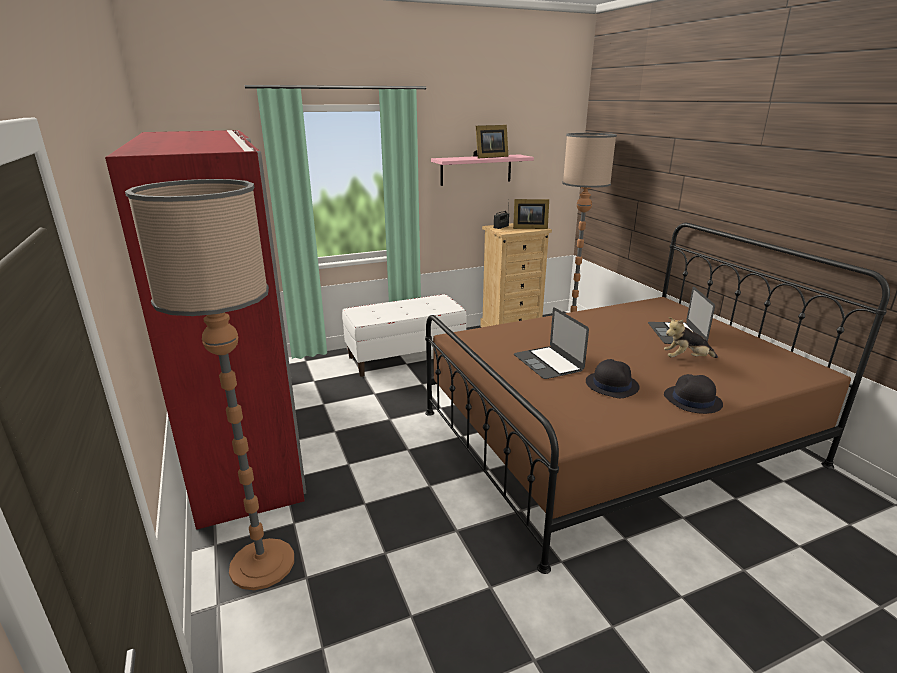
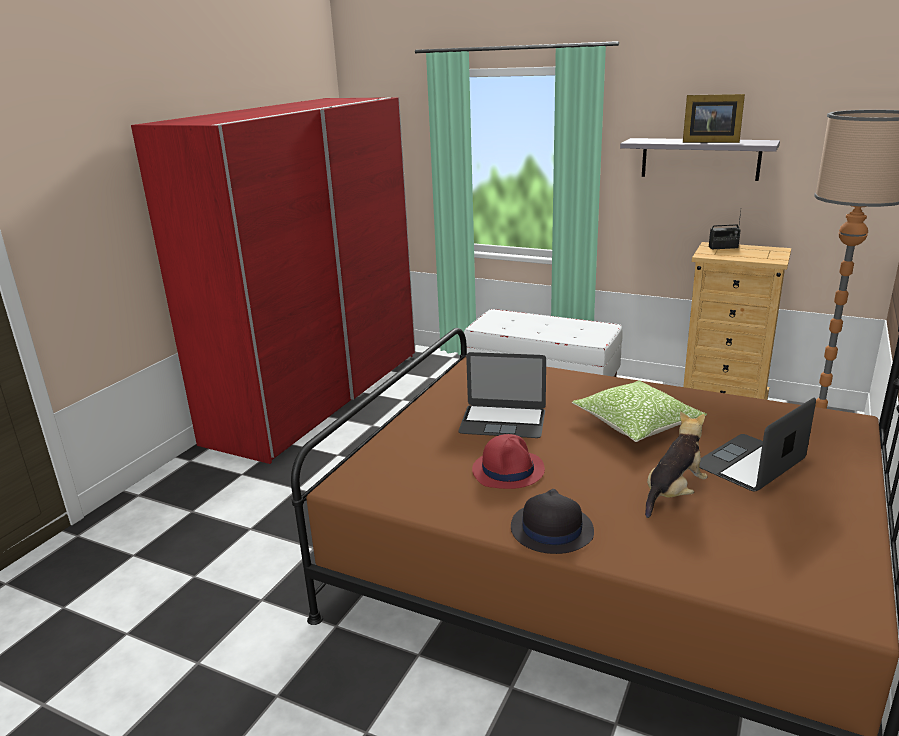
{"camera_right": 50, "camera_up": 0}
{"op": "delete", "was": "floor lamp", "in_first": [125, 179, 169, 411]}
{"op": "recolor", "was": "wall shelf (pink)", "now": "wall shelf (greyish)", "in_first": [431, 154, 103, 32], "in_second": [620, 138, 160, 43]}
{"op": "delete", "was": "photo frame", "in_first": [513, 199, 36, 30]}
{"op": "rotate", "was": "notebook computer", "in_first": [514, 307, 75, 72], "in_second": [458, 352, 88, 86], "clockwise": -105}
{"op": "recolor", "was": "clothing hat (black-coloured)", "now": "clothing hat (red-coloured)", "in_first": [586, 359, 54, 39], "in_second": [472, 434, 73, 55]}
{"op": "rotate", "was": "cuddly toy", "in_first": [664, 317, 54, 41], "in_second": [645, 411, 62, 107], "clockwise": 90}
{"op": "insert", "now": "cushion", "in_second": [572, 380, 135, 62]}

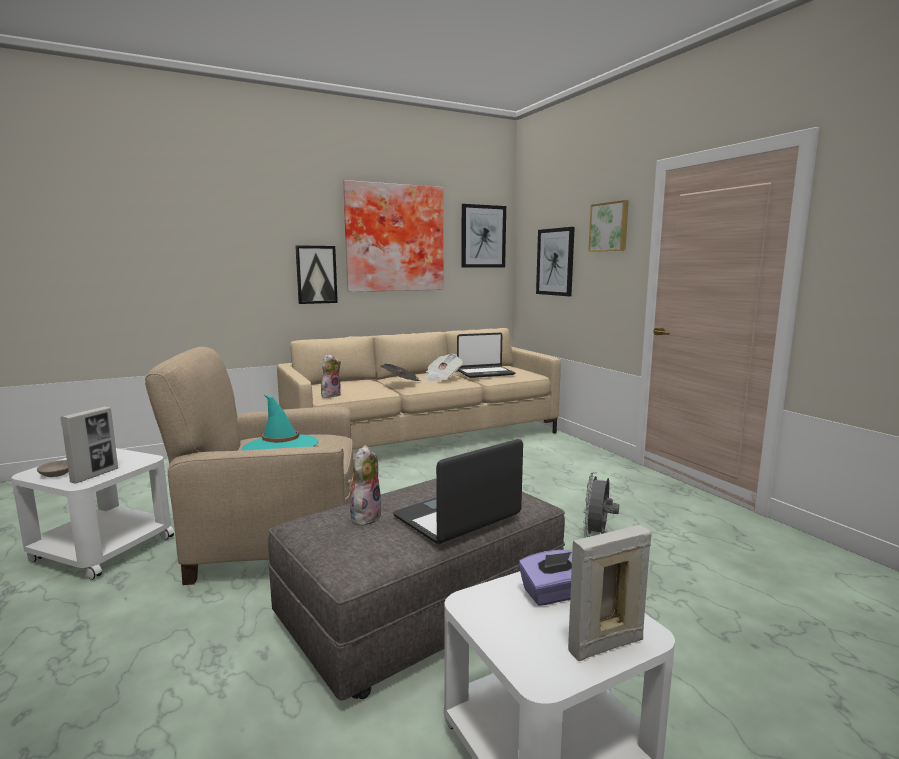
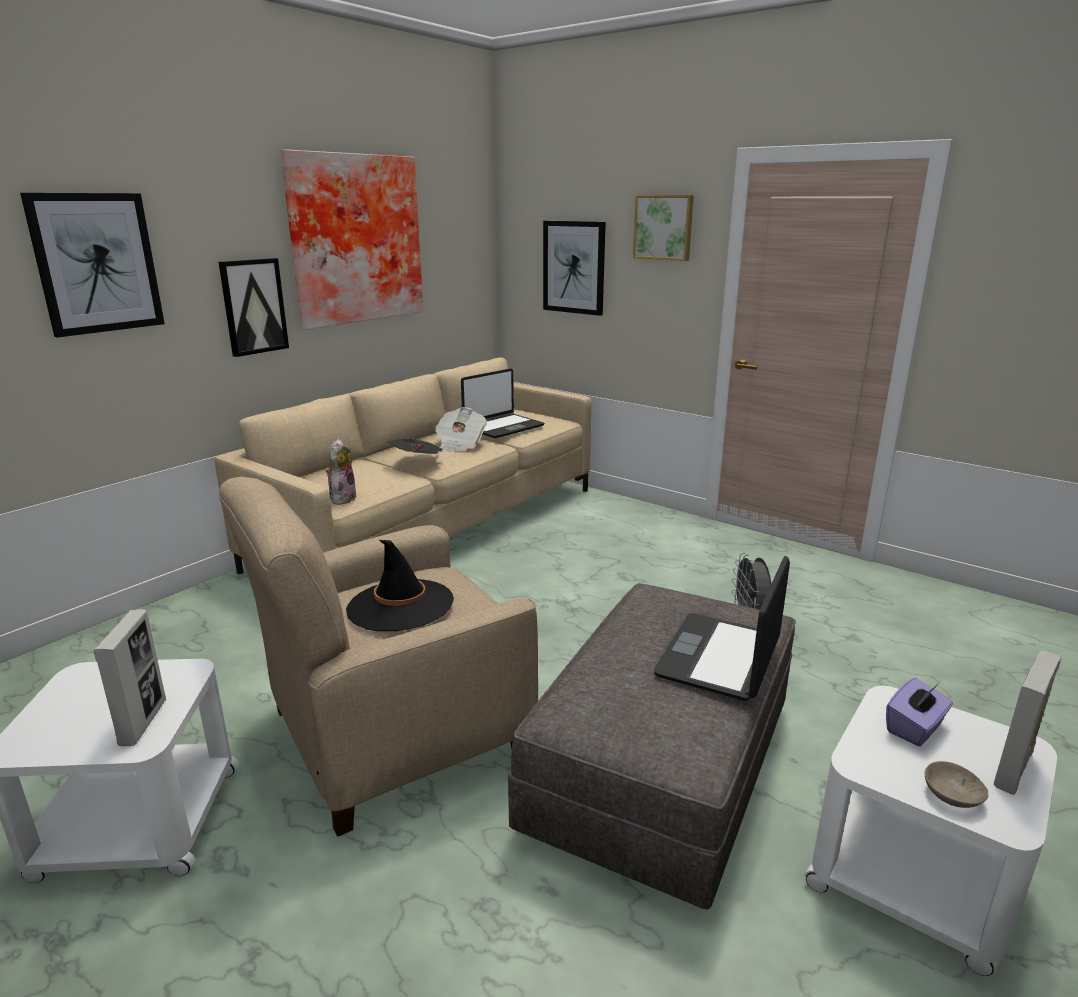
{"camera_right": -25, "camera_up": 10}
{"op": "move", "was": "serving bowl (sand-coloured)", "in_first": [37, 460, 32, 17], "in_second": [925, 761, 64, 47]}
{"op": "recolor", "was": "clothing hat (turquoise)", "now": "clothing hat (black-coloured)", "in_first": [242, 394, 77, 56], "in_second": [346, 540, 108, 91]}
{"op": "delete", "was": "cuddly toy", "in_first": [347, 445, 35, 81]}
{"op": "move", "was": "picture", "in_first": [461, 204, 45, 64], "in_second": [20, 193, 145, 145]}

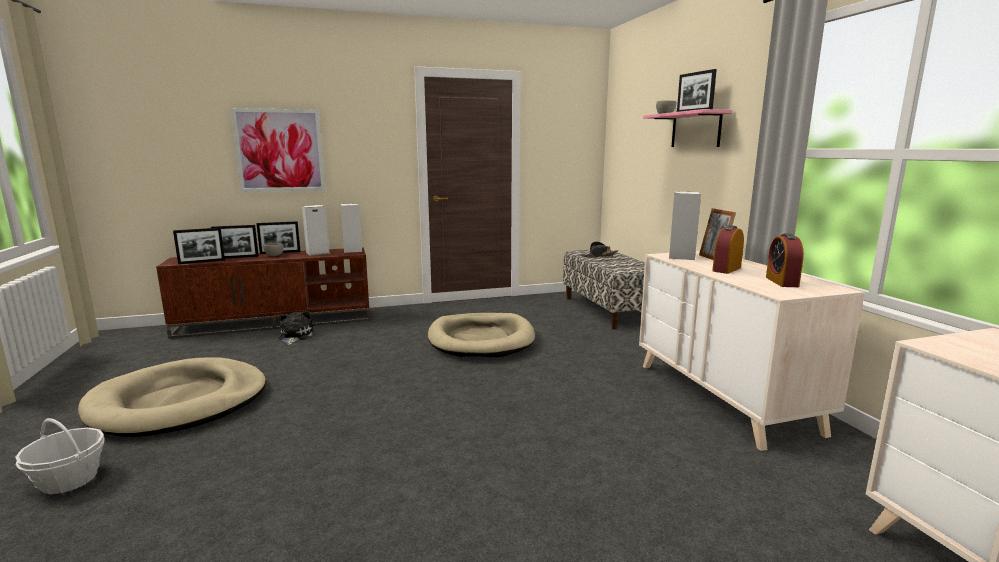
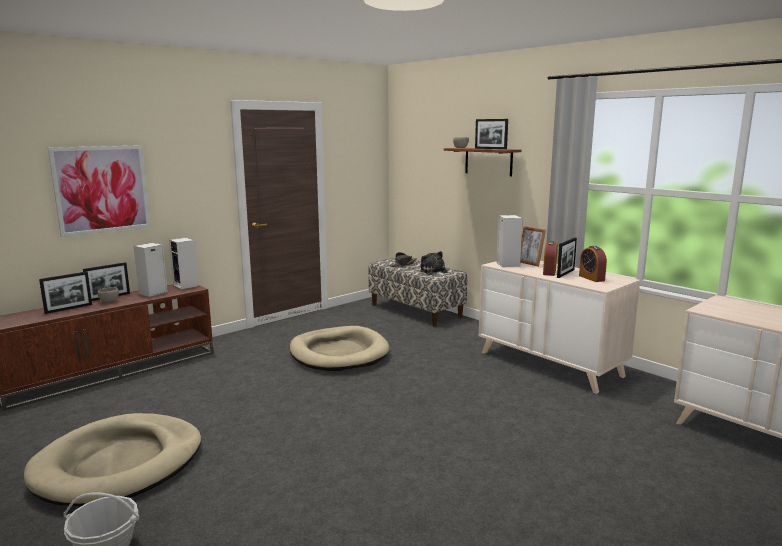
{"camera_right": -25, "camera_up": 0}
{"op": "move", "was": "photo frame", "in_first": [173, 228, 52, 36], "in_second": [557, 238, 20, 40]}
{"op": "move", "was": "cuddly toy", "in_first": [279, 311, 35, 34], "in_second": [420, 251, 27, 25]}
{"op": "recolor", "was": "wall shelf (pink)", "now": "wall shelf (brown-coloured)", "in_first": [643, 109, 89, 38], "in_second": [444, 148, 77, 28]}

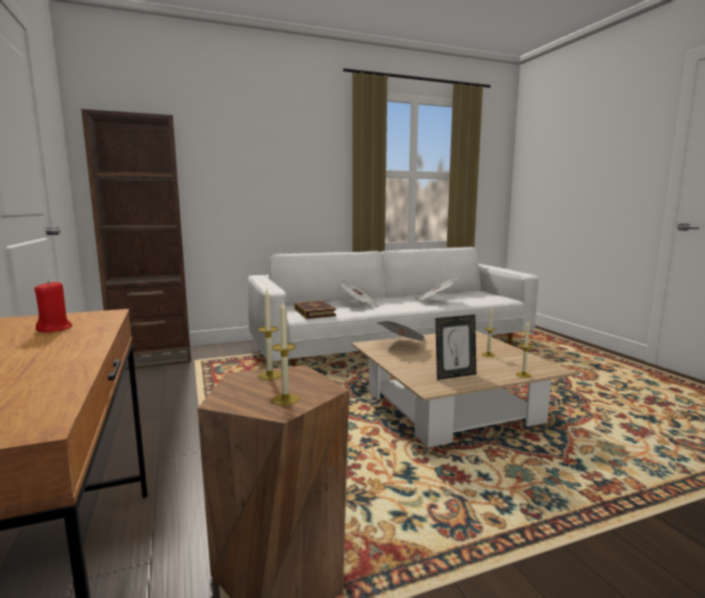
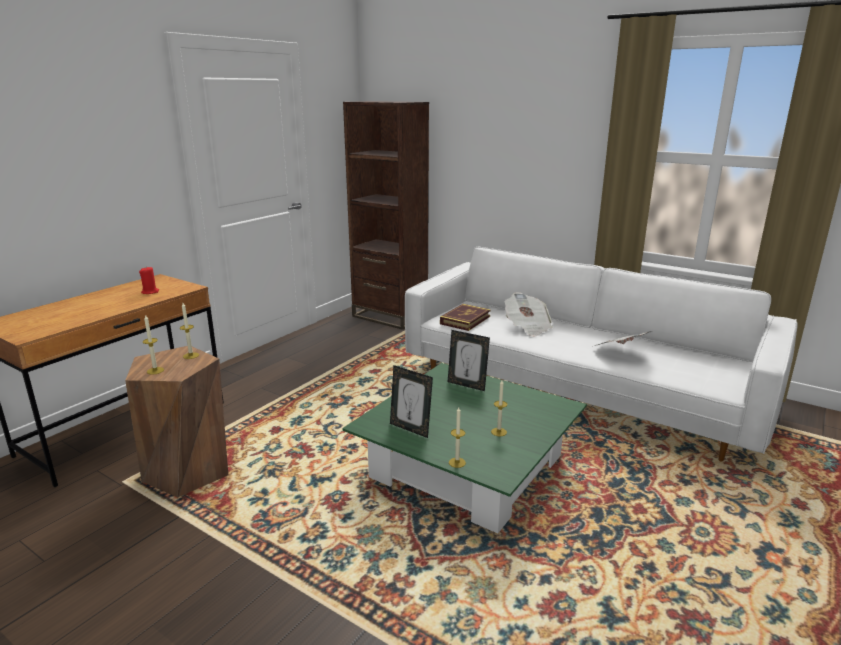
{"camera_right": 55, "camera_up": 10}
{"op": "recolor", "was": "lounge table (sand-coloured)", "now": "lounge table (green)", "in_first": [352, 331, 225, 117], "in_second": [342, 363, 245, 170]}
{"op": "replace", "was": "printed paper", "now": "photo frame", "in_first": [377, 321, 50, 20], "in_second": [448, 330, 42, 61]}

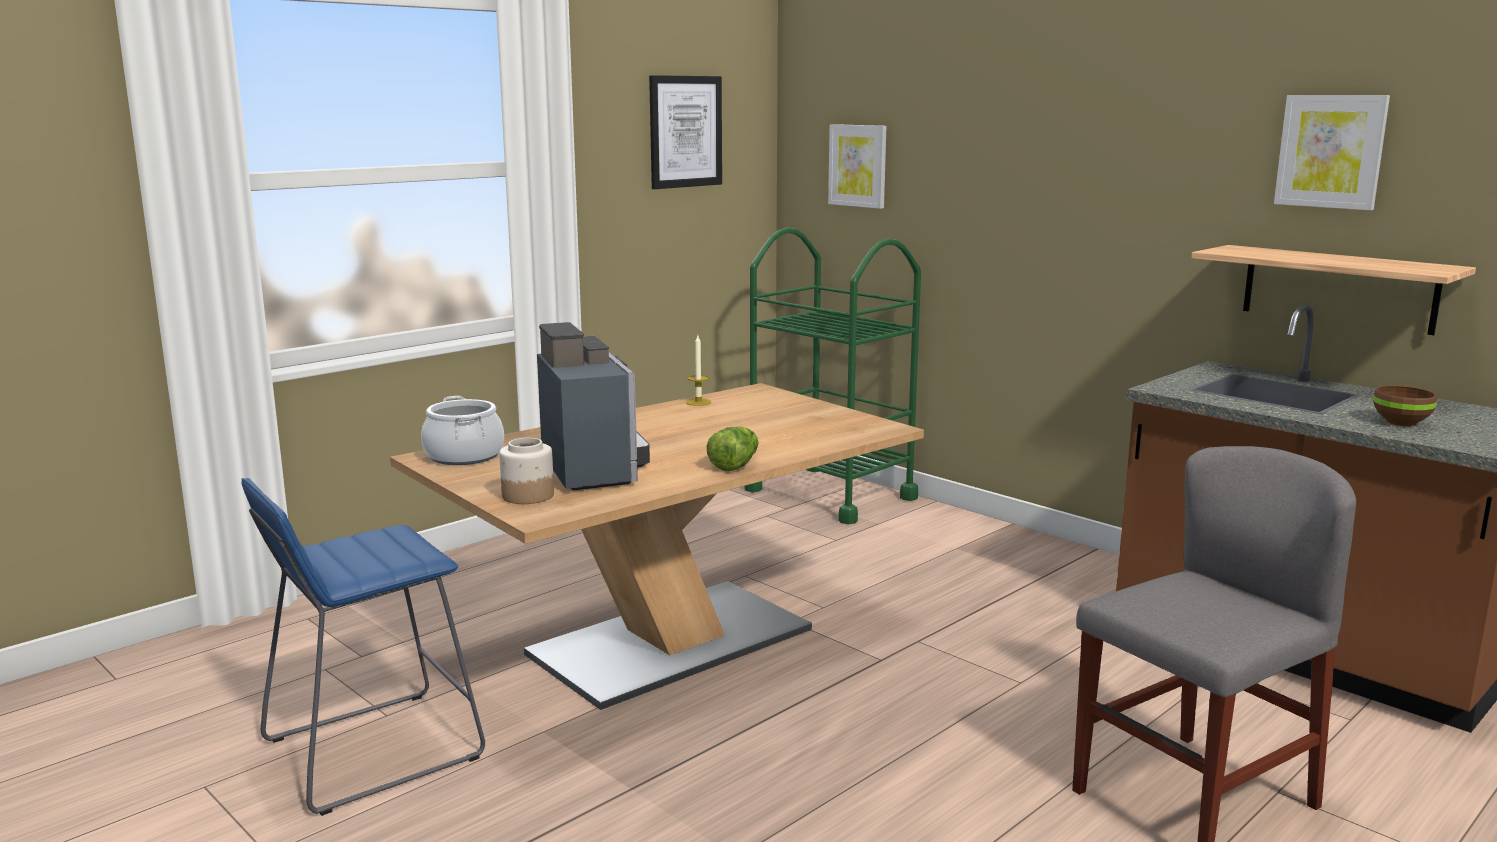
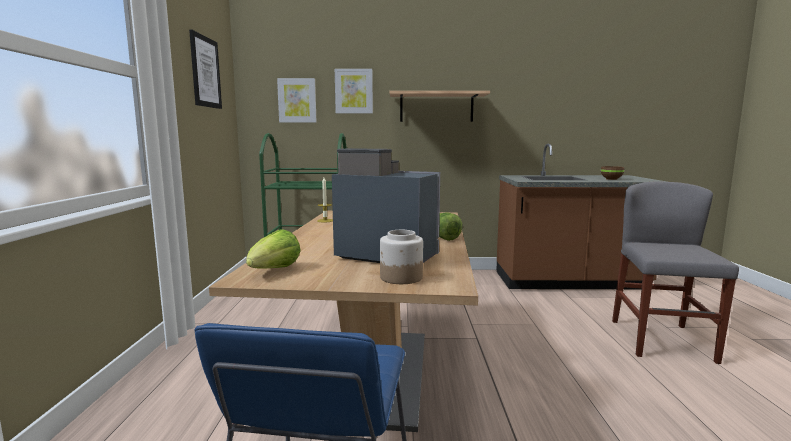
{"camera_right": -45, "camera_up": -5}
{"op": "replace", "was": "stockpot", "now": "head of lettuce", "in_first": [421, 396, 83, 69], "in_second": [246, 229, 55, 40]}
{"op": "move", "was": "wall shelf", "in_first": [1191, 245, 285, 90], "in_second": [389, 91, 101, 31]}
{"op": "move", "was": "picture", "in_first": [1274, 95, 116, 115], "in_second": [335, 69, 38, 45]}

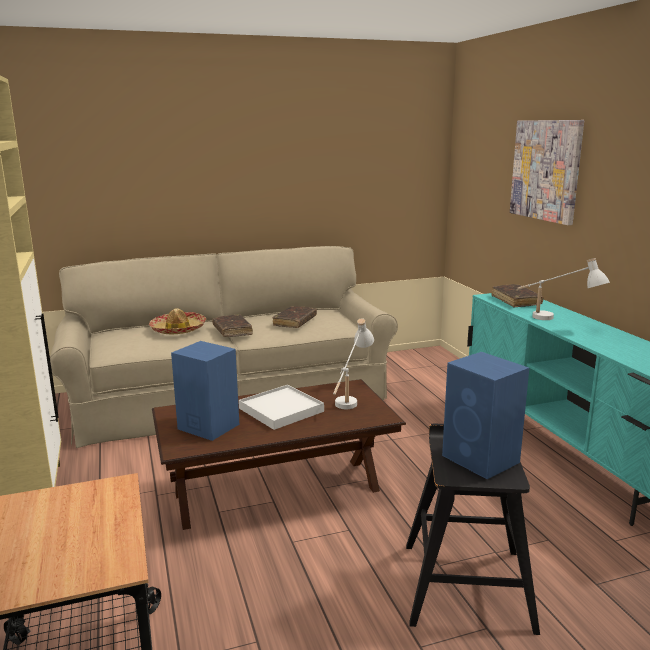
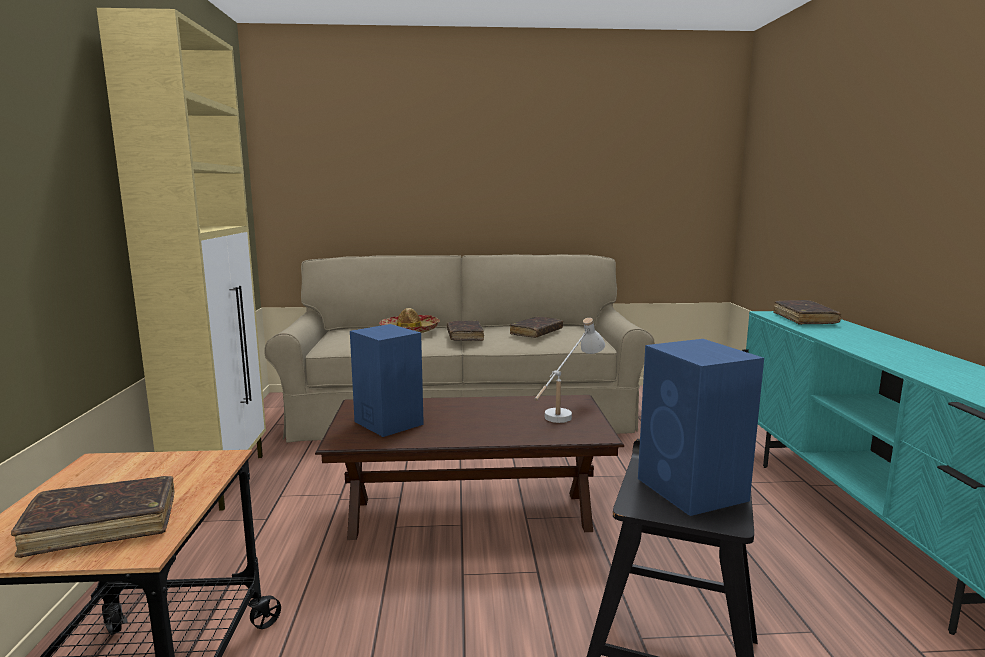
{"camera_right": 15, "camera_up": -5}
{"op": "delete", "was": "serving tray (white-coloured)", "in_first": [239, 385, 85, 45]}
{"op": "delete", "was": "picture", "in_first": [510, 120, 74, 105]}
{"op": "delete", "was": "table lamp (white-coloured)", "in_first": [518, 258, 92, 62]}
{"op": "insert", "now": "volume (brown-coloured)", "in_second": [11, 476, 163, 82]}

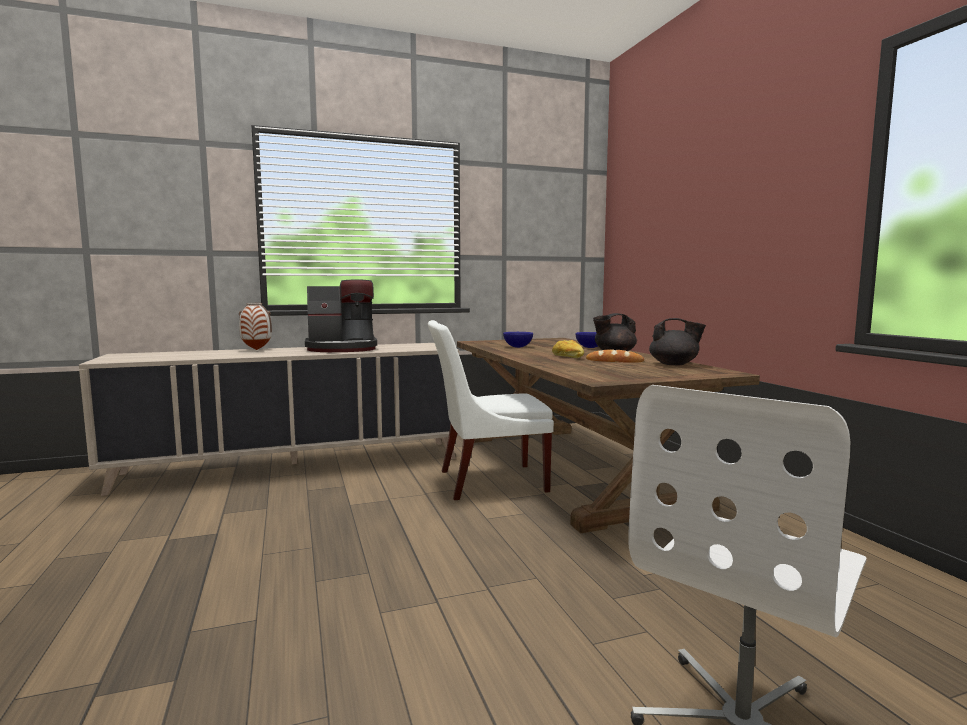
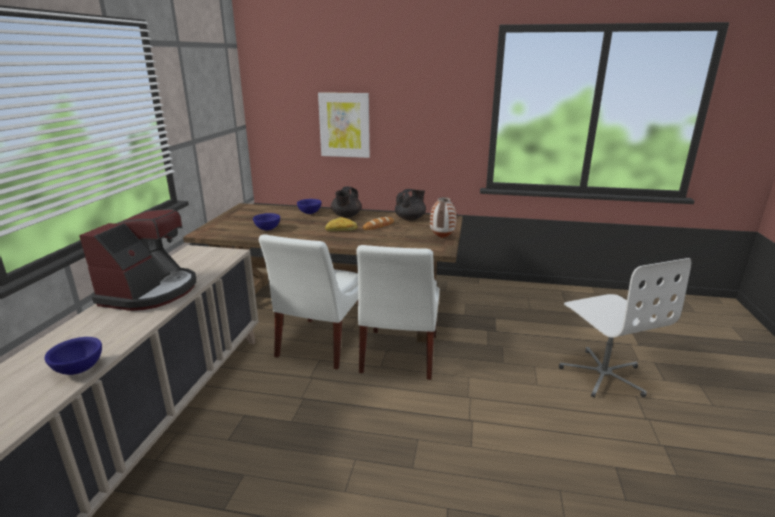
{"camera_right": -60, "camera_up": 15}
{"op": "move", "was": "vase", "in_first": [239, 303, 33, 47], "in_second": [430, 197, 27, 41]}
{"op": "insert", "now": "serving bowl (bluish)", "in_second": [45, 337, 57, 38]}
{"op": "insert", "now": "picture", "in_second": [318, 92, 52, 66]}
{"op": "insert", "now": "upright chair (white-coloured)", "in_second": [356, 245, 84, 135]}

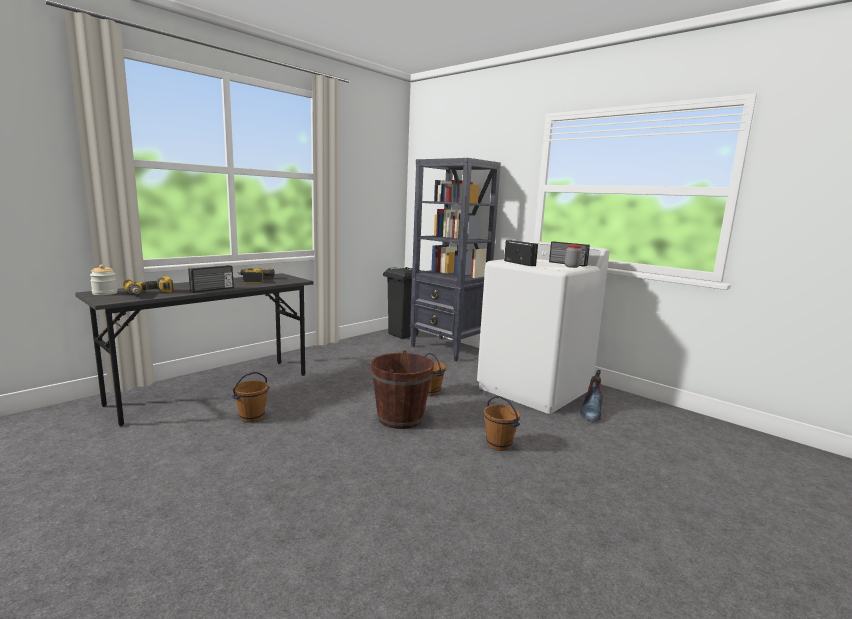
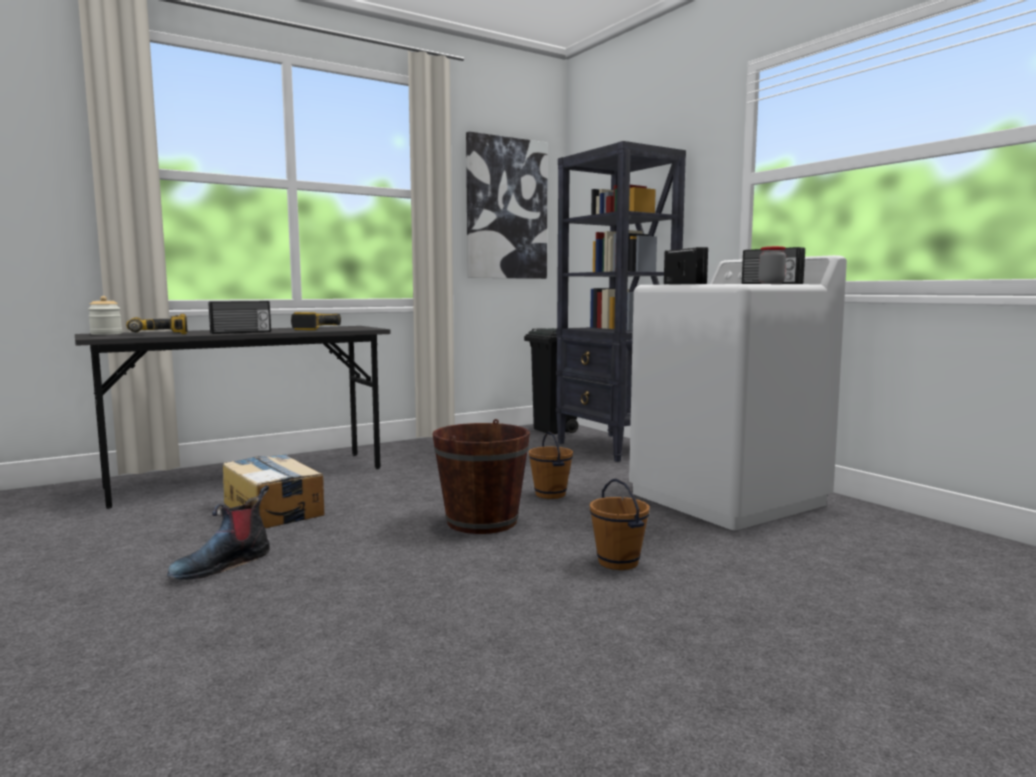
{"camera_right": 15, "camera_up": -5}
{"op": "replace", "was": "bucket (brown-coloured)", "now": "packing box", "in_first": [232, 372, 37, 51], "in_second": [223, 454, 101, 74]}
{"op": "move", "was": "boot", "in_first": [580, 370, 22, 50], "in_second": [167, 485, 103, 95]}
{"op": "insert", "now": "picture", "in_second": [466, 132, 82, 147]}

